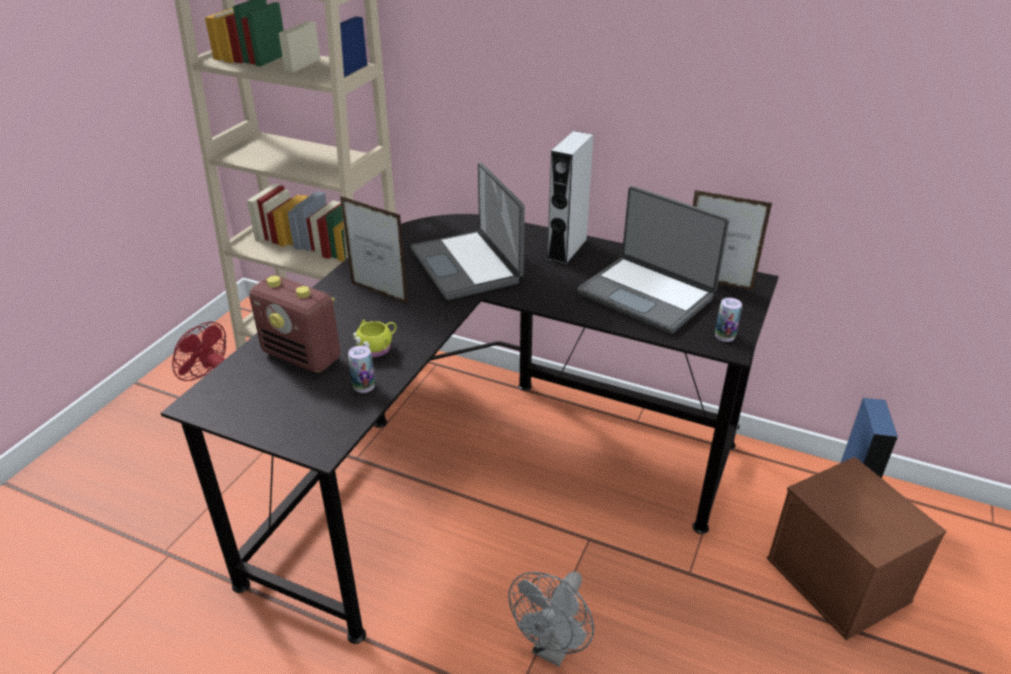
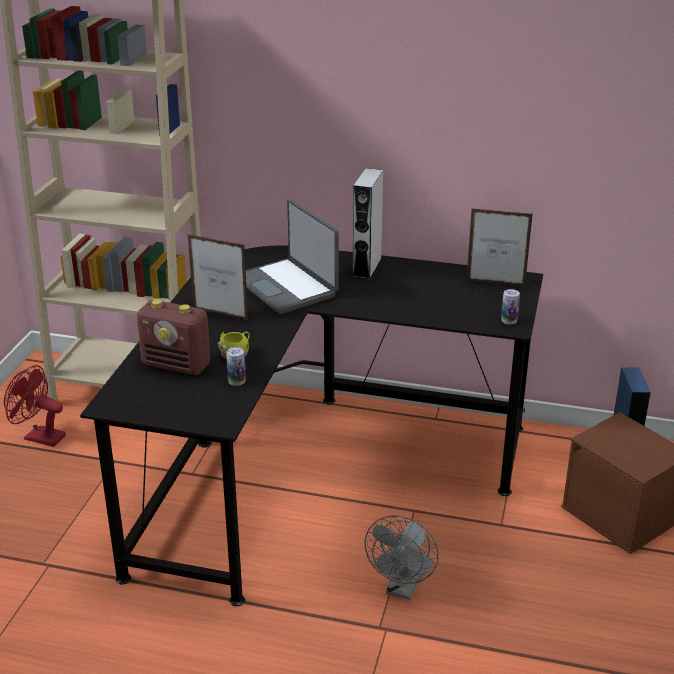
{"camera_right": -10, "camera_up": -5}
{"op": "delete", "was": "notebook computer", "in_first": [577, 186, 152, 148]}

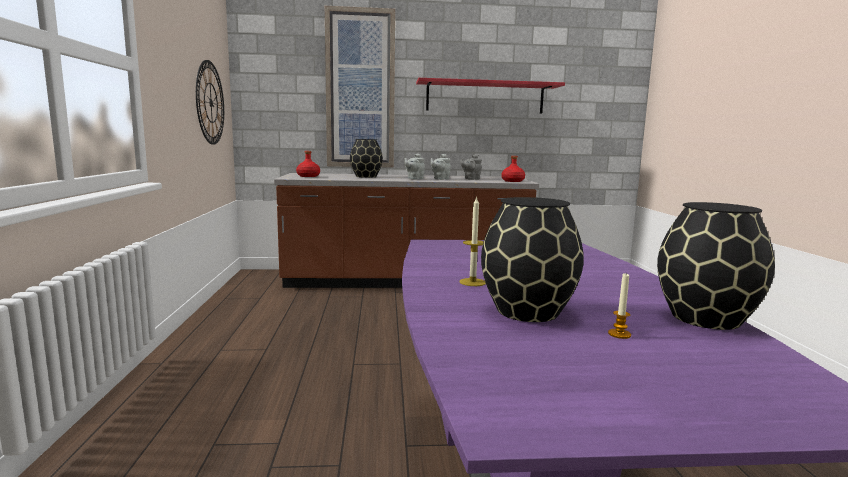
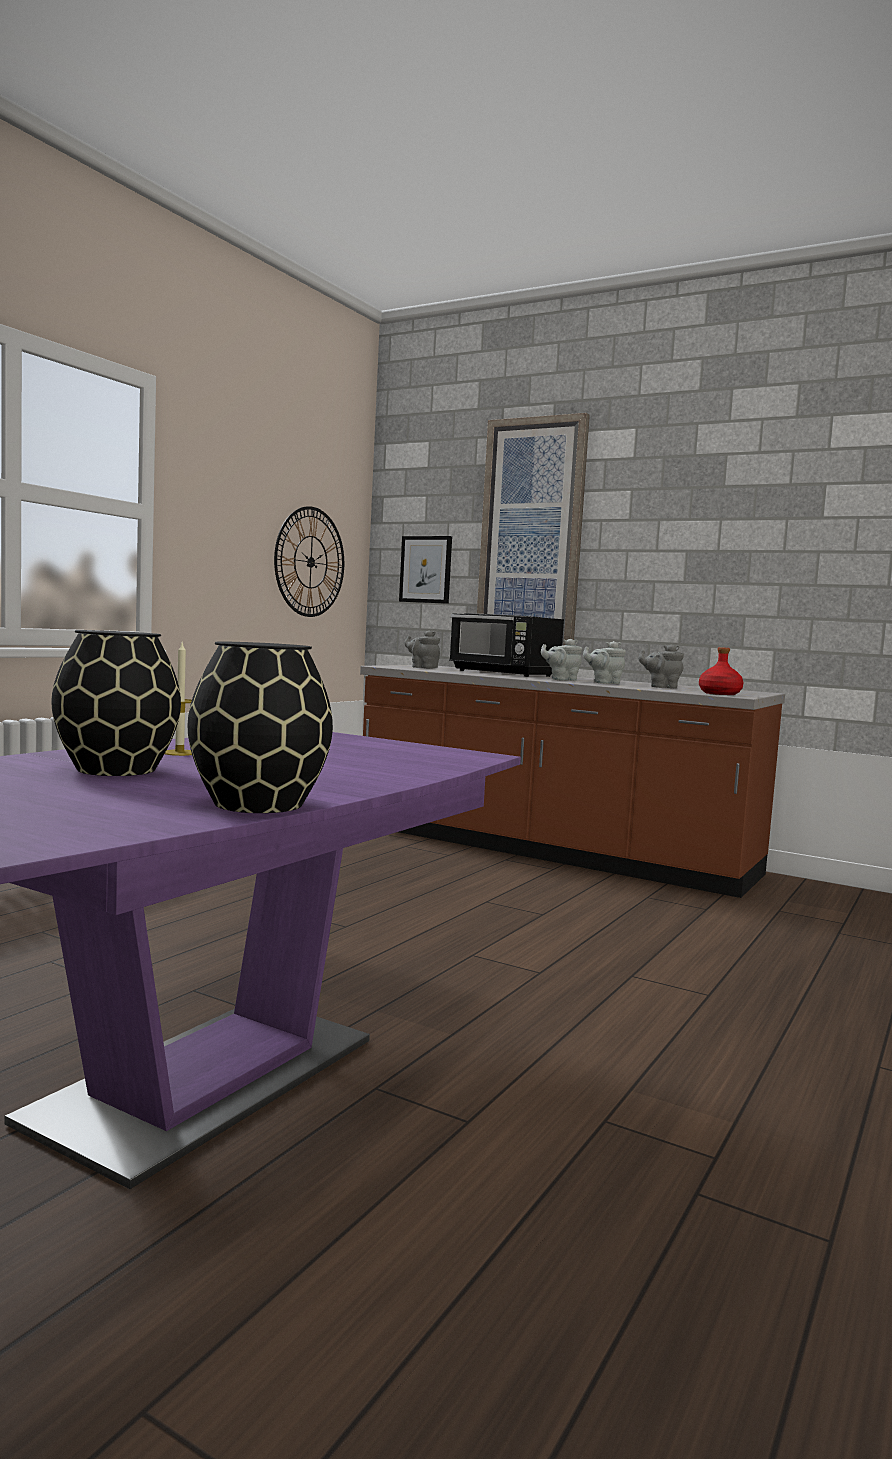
{"camera_right": 35, "camera_up": -5}
{"op": "replace", "was": "drink bottle (red-coloured)", "now": "teapot (greyish)", "in_first": [296, 151, 24, 26], "in_second": [404, 631, 36, 37]}
{"op": "replace", "was": "vase (black-coloured)", "now": "microwave (black-coloured)", "in_first": [350, 139, 33, 39], "in_second": [450, 613, 114, 64]}
{"op": "delete", "was": "wall shelf (red-coloured)", "in_first": [416, 78, 149, 36]}
{"op": "delete", "was": "wax candle", "in_first": [608, 273, 23, 66]}
{"op": "insert", "now": "picture", "in_second": [399, 536, 53, 68]}

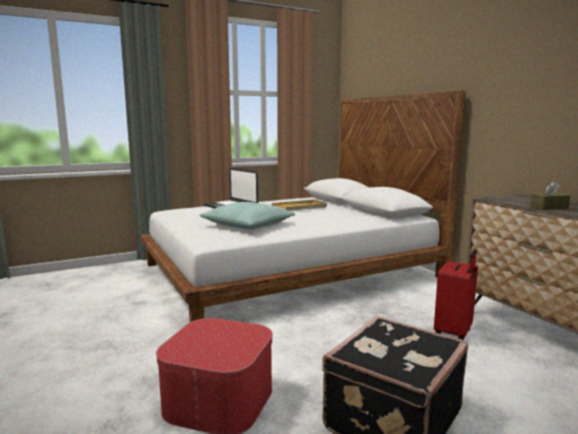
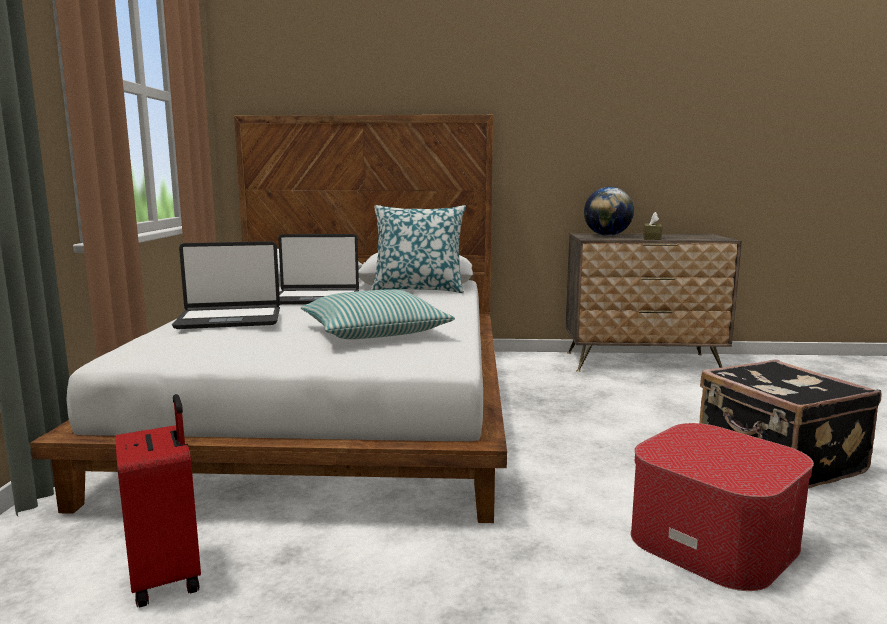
{"camera_right": -60, "camera_up": 0}
{"op": "replace", "was": "serving tray (sand-coloured)", "now": "notebook computer", "in_first": [271, 200, 56, 11], "in_second": [278, 234, 81, 71]}
{"op": "move", "was": "piece of luggage (red-coloured)", "in_first": [434, 249, 44, 91], "in_second": [115, 394, 86, 213]}
{"op": "insert", "now": "cushion", "in_second": [371, 205, 95, 88]}
{"op": "insert", "now": "world globe", "in_second": [584, 187, 50, 49]}

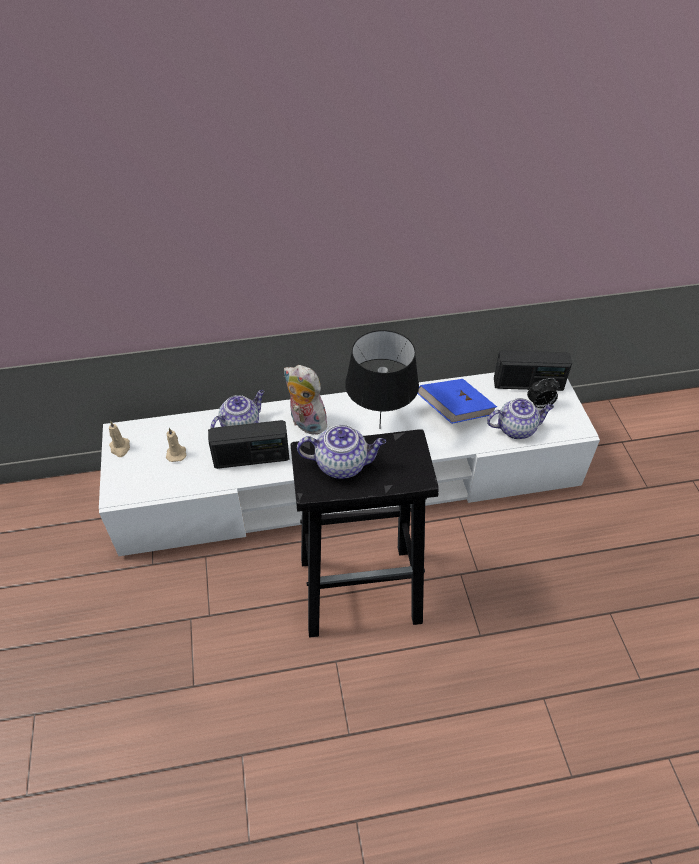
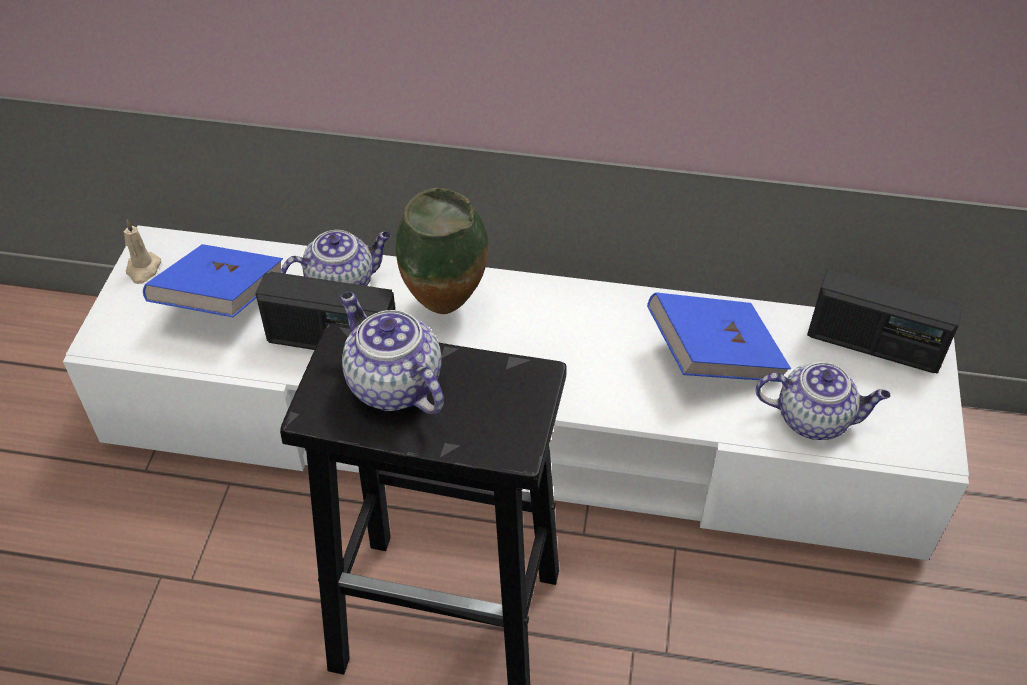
{"camera_right": 20, "camera_up": 0}
{"op": "replace", "was": "wax candle (sand-coloured)", "now": "volume (bluish)", "in_first": [166, 428, 21, 34], "in_second": [143, 244, 140, 73]}
{"op": "replace", "was": "cuddly toy", "now": "vase", "in_first": [284, 365, 43, 70], "in_second": [396, 188, 93, 126]}
{"op": "rotate", "was": "teapot", "in_first": [297, 425, 89, 54], "in_second": [340, 292, 104, 123], "clockwise": -150}
{"op": "delete", "was": "table lamp (black-coloured)", "in_first": [345, 330, 74, 99]}
{"op": "delete", "was": "table clock", "in_first": [527, 378, 33, 30]}

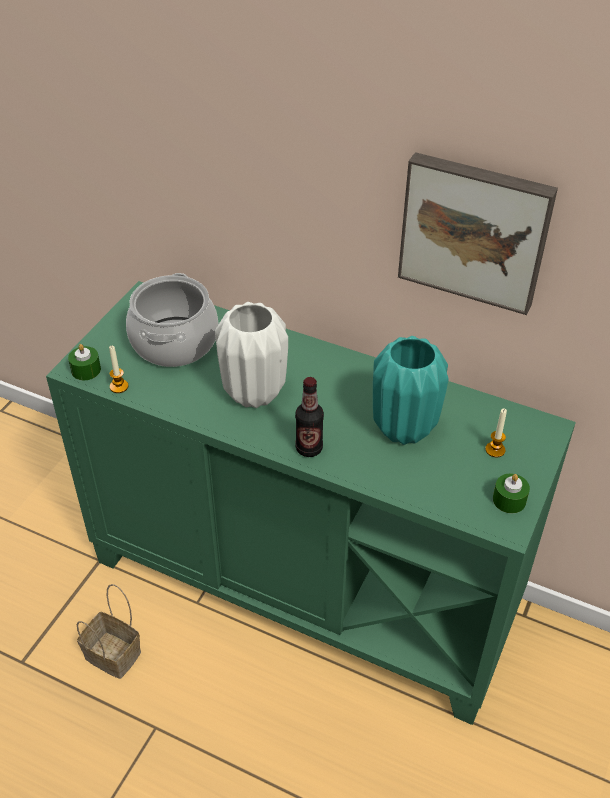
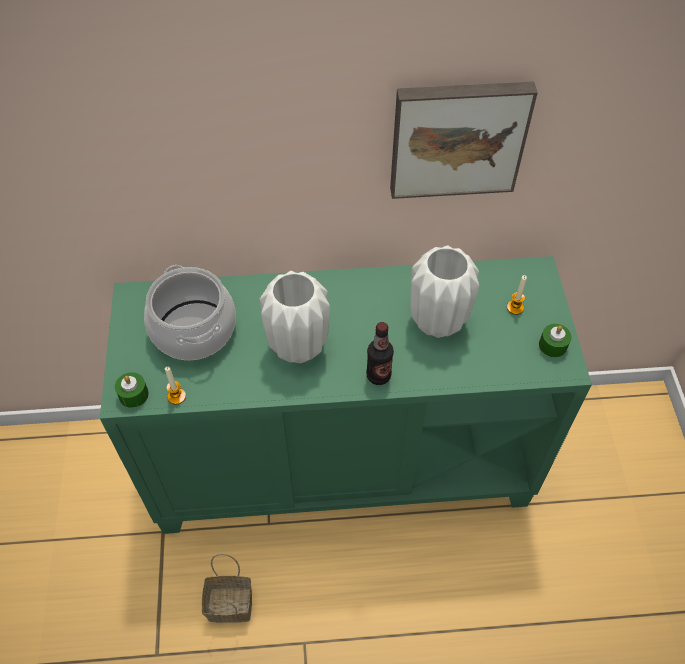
{"camera_right": -30, "camera_up": 10}
{"op": "recolor", "was": "vase (turquoise)", "now": "vase (white-coloured)", "in_first": [373, 336, 76, 109], "in_second": [411, 245, 68, 93]}

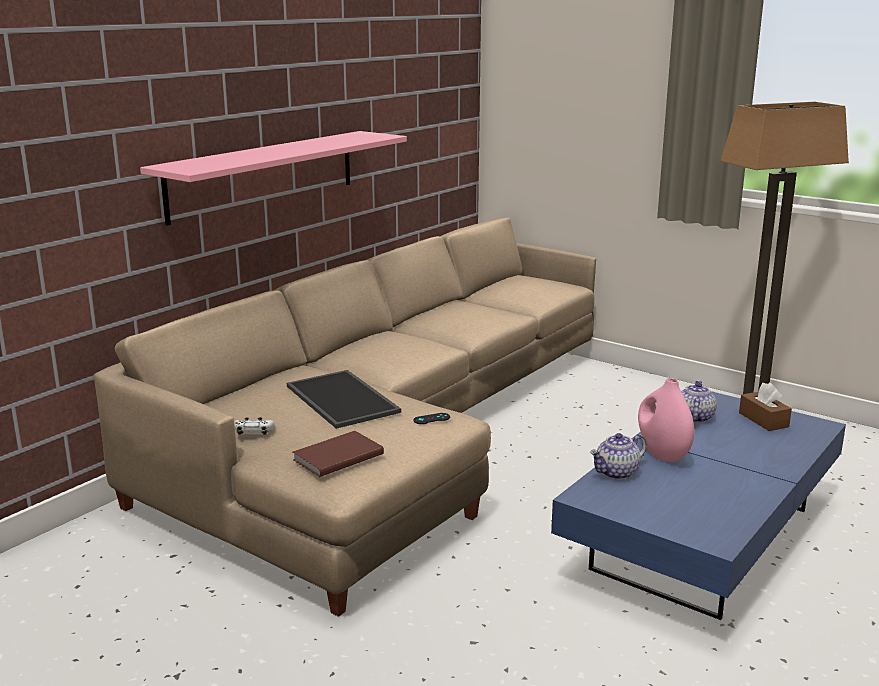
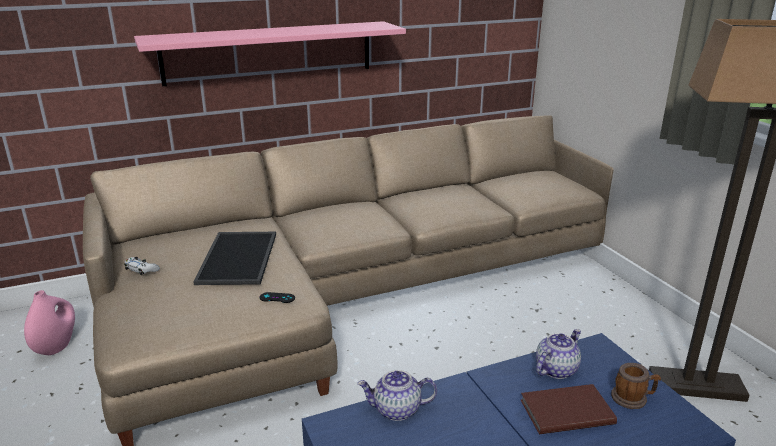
{"camera_right": 30, "camera_up": 5}
{"op": "move", "was": "volume (brown-coloured)", "in_first": [293, 431, 91, 46], "in_second": [521, 384, 96, 50]}
{"op": "move", "was": "vase (pink)", "in_first": [638, 378, 56, 84], "in_second": [24, 290, 51, 65]}
{"op": "replace", "was": "tissue holder (brown-coloured)", "now": "coffee mug", "in_first": [739, 382, 53, 49], "in_second": [611, 363, 50, 46]}

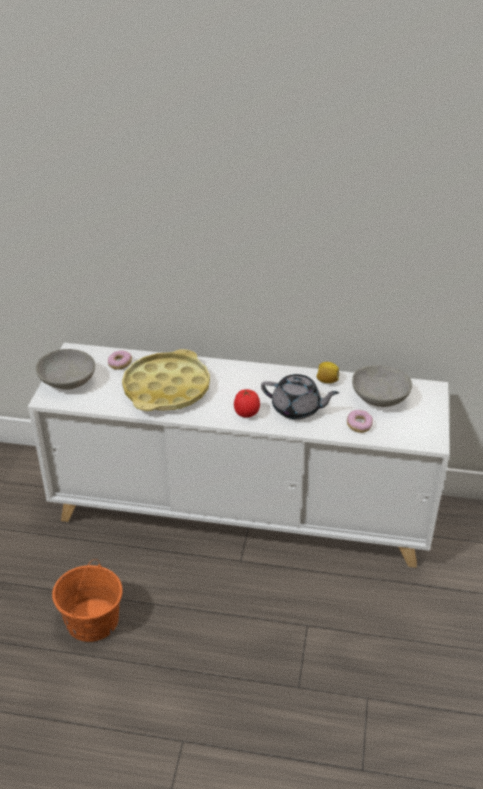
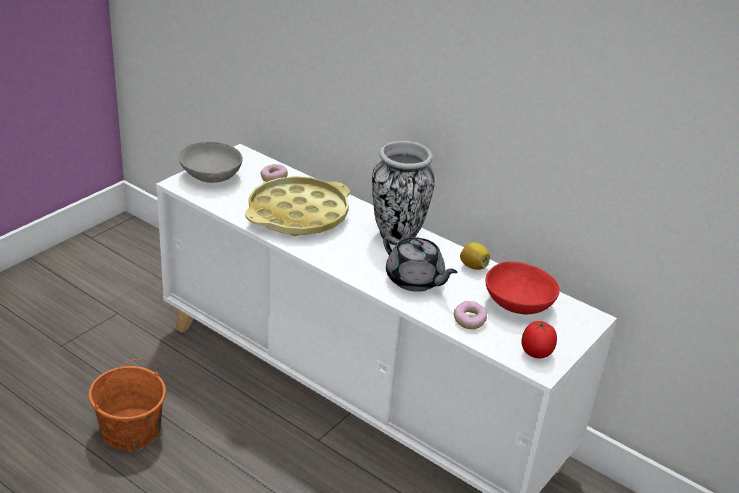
{"camera_right": 25, "camera_up": -5}
{"op": "move", "was": "fresh tomato", "in_first": [234, 389, 26, 29], "in_second": [522, 321, 35, 37]}
{"op": "recolor", "was": "serving bowl (greyish)", "now": "serving bowl (red-coloured)", "in_first": [352, 365, 60, 42], "in_second": [486, 261, 74, 53]}
{"op": "insert", "now": "vase", "in_second": [372, 141, 63, 104]}

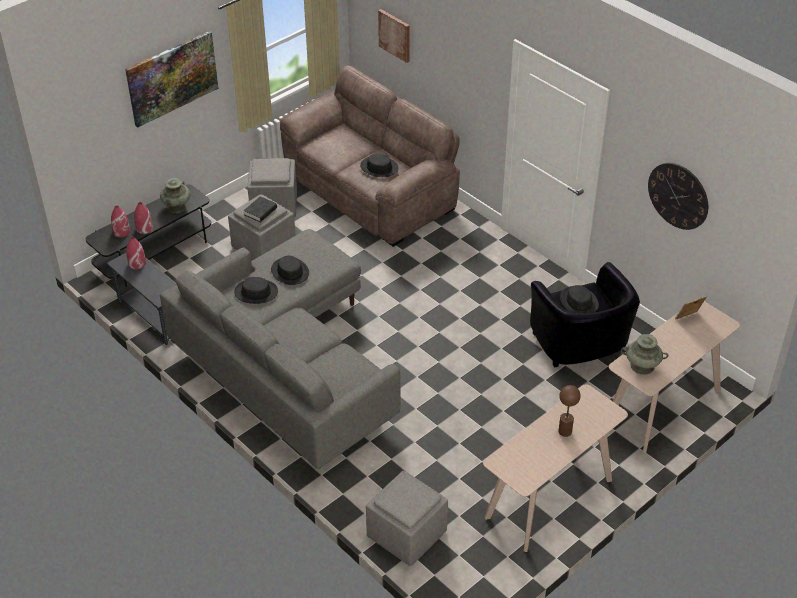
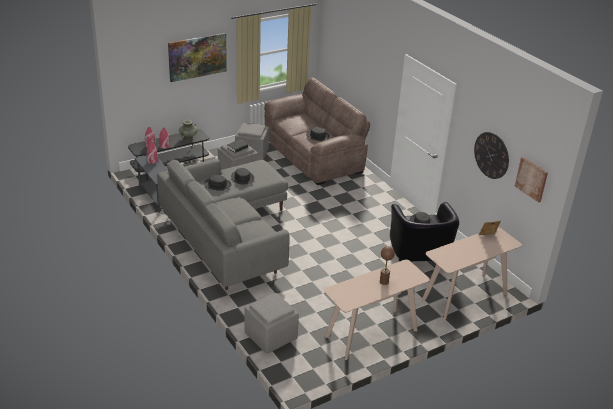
{"camera_right": 10, "camera_up": -10}
{"op": "move", "was": "picture", "in_first": [378, 9, 32, 54], "in_second": [515, 157, 33, 45]}
{"op": "delete", "was": "vase (turquoise)", "in_first": [621, 334, 48, 41]}

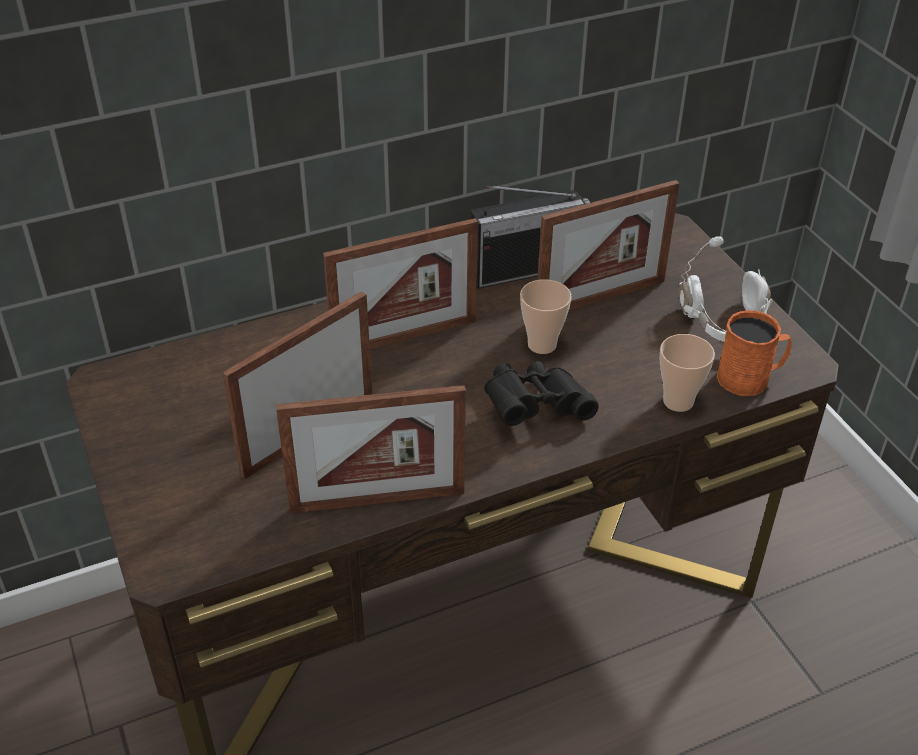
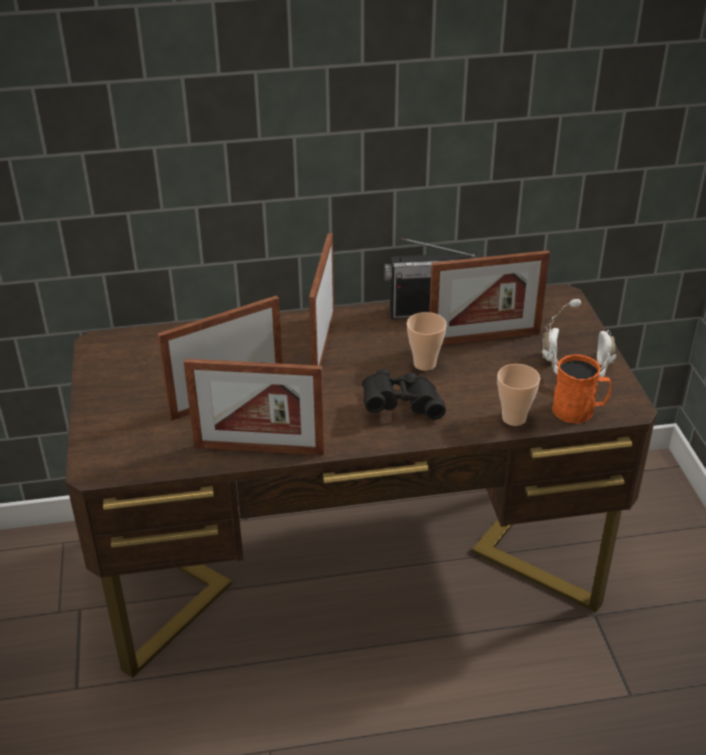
{"camera_right": 15, "camera_up": -5}
{"op": "rotate", "was": "photo frame", "in_first": [323, 218, 155, 131], "in_second": [309, 233, 25, 133], "clockwise": 105}

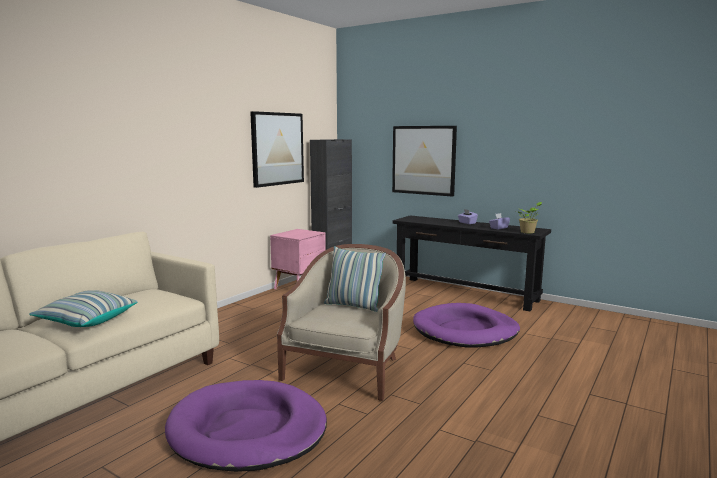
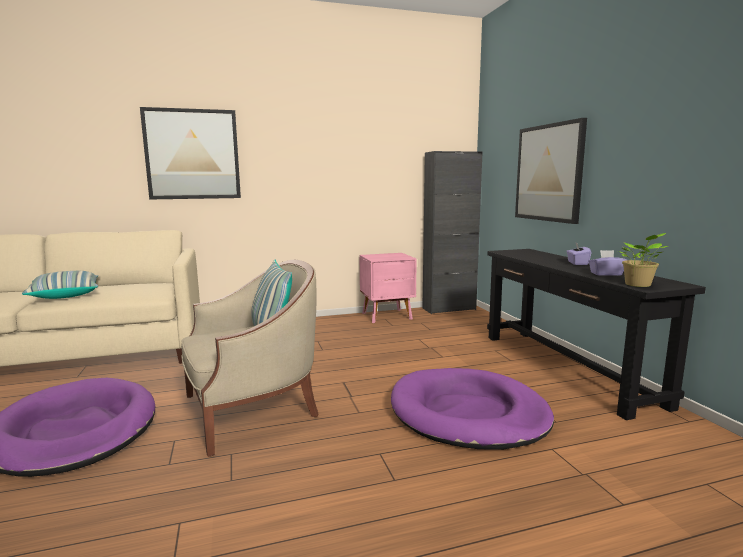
{"camera_right": 40, "camera_up": 0}
{"op": "move", "was": "picture", "in_first": [250, 111, 54, 77], "in_second": [140, 107, 101, 93]}

